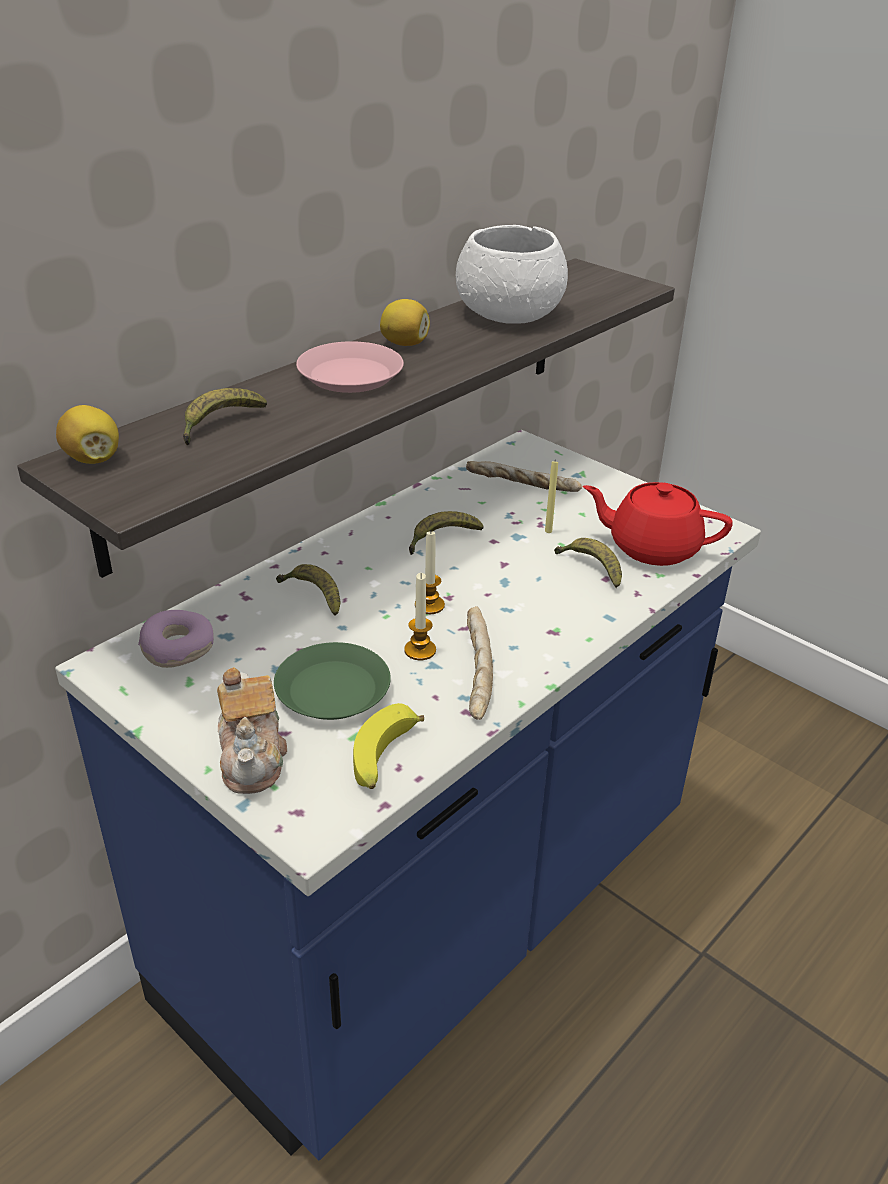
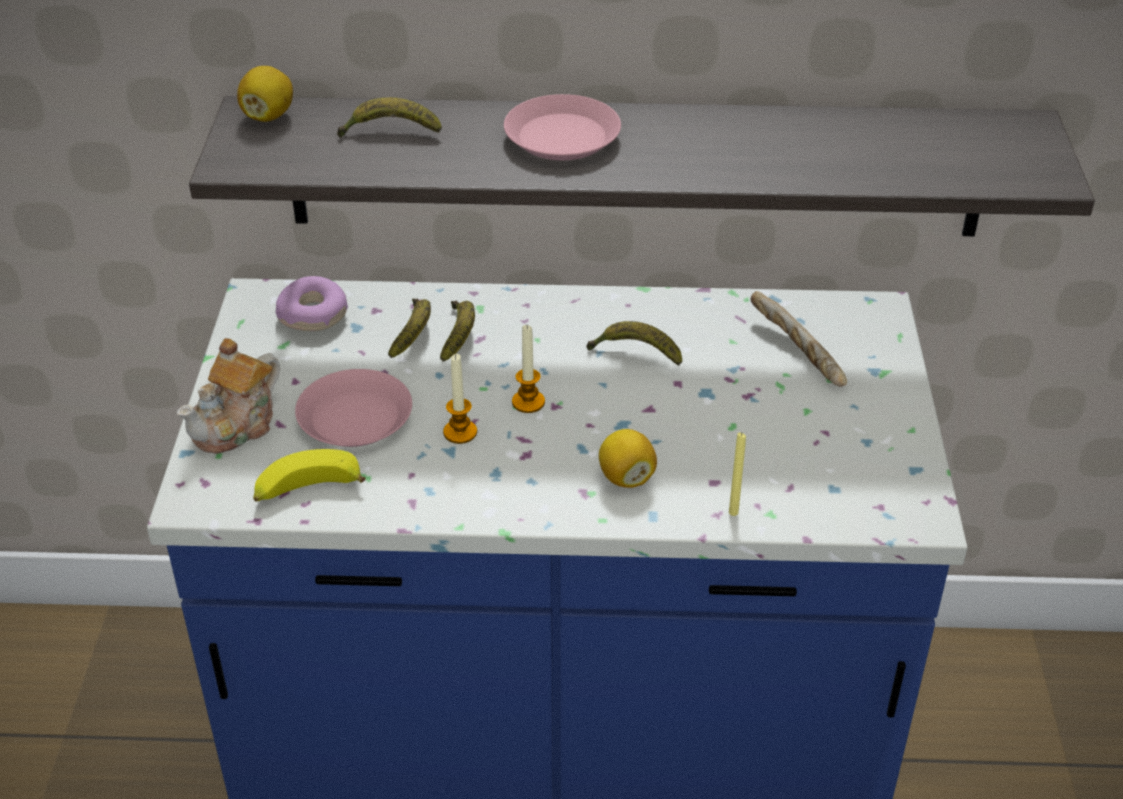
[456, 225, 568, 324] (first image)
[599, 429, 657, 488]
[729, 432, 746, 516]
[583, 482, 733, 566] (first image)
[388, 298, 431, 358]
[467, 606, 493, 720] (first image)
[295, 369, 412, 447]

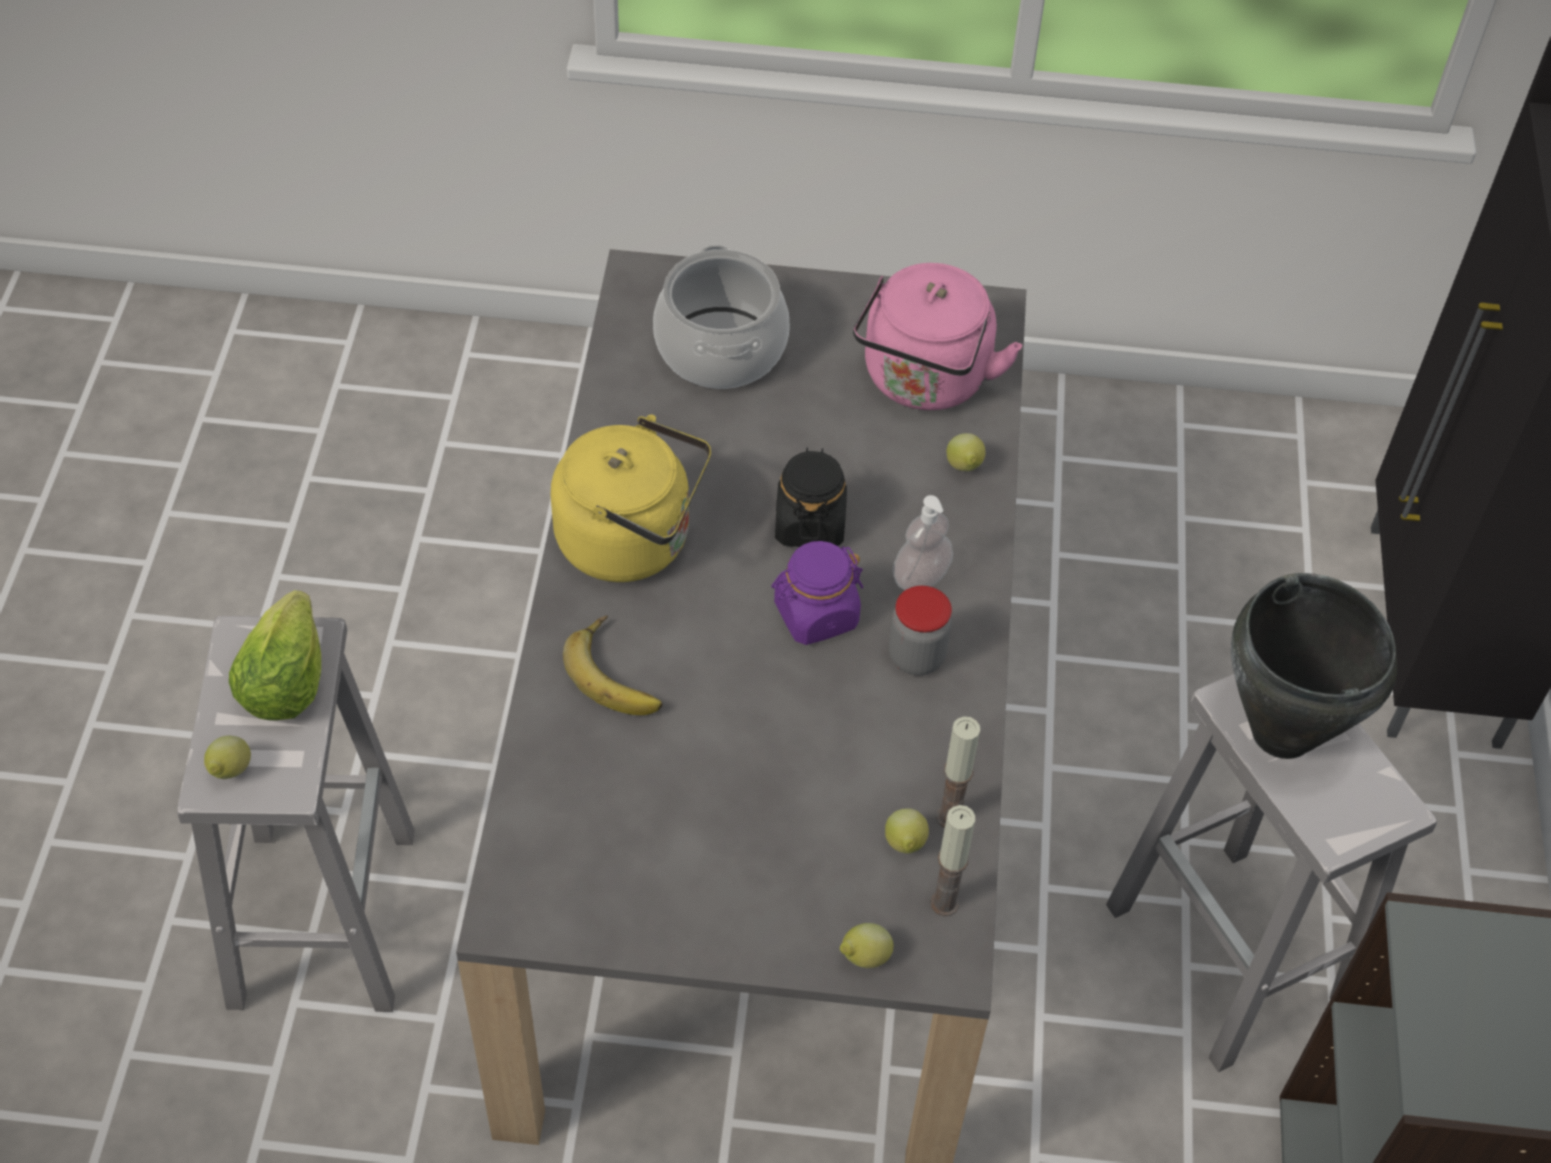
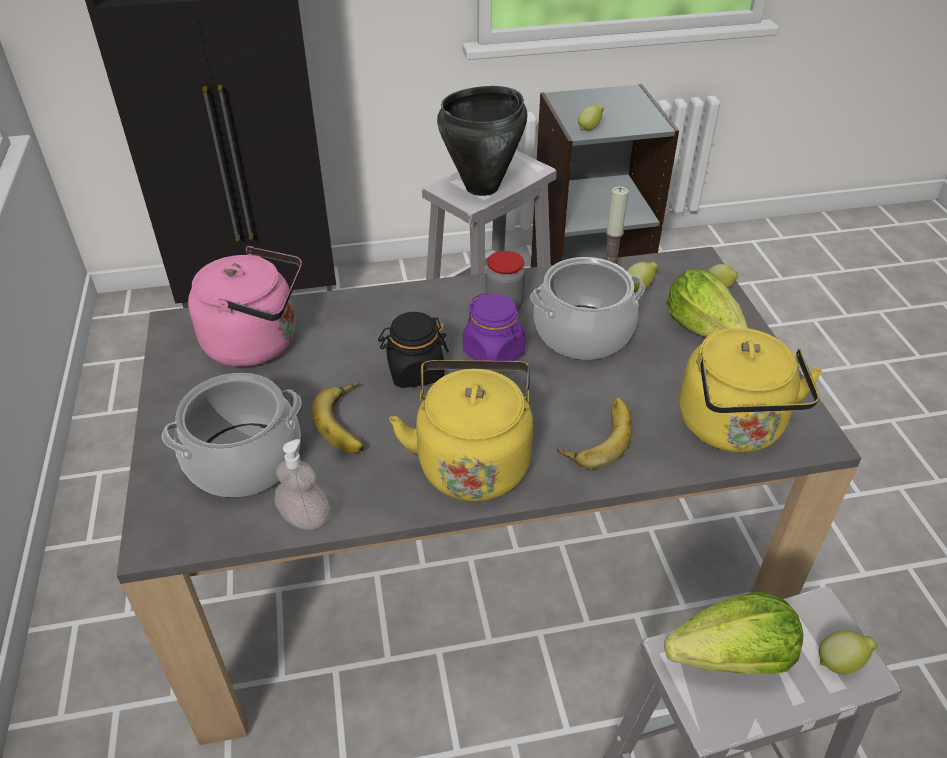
[578, 105, 604, 131]
[275, 439, 330, 530]
[930, 805, 975, 916] (first image)
[530, 257, 645, 360]
[667, 269, 748, 337]
[679, 328, 823, 453]
[311, 383, 364, 453]

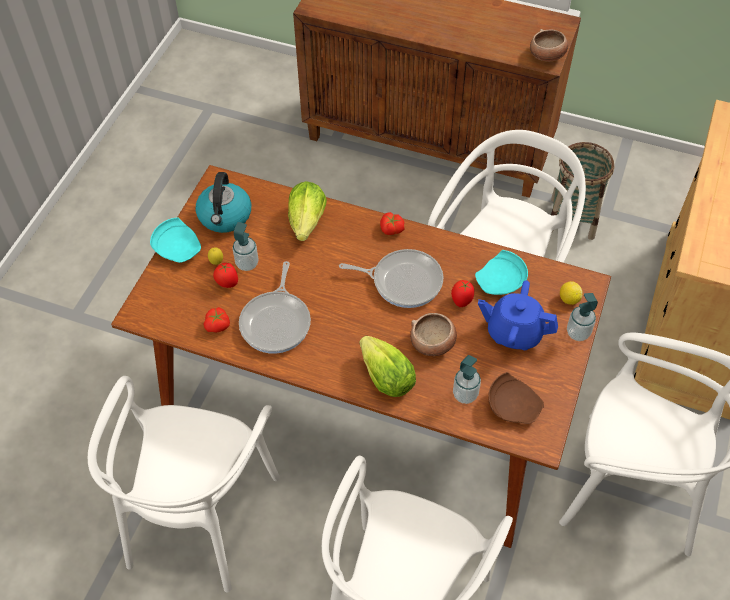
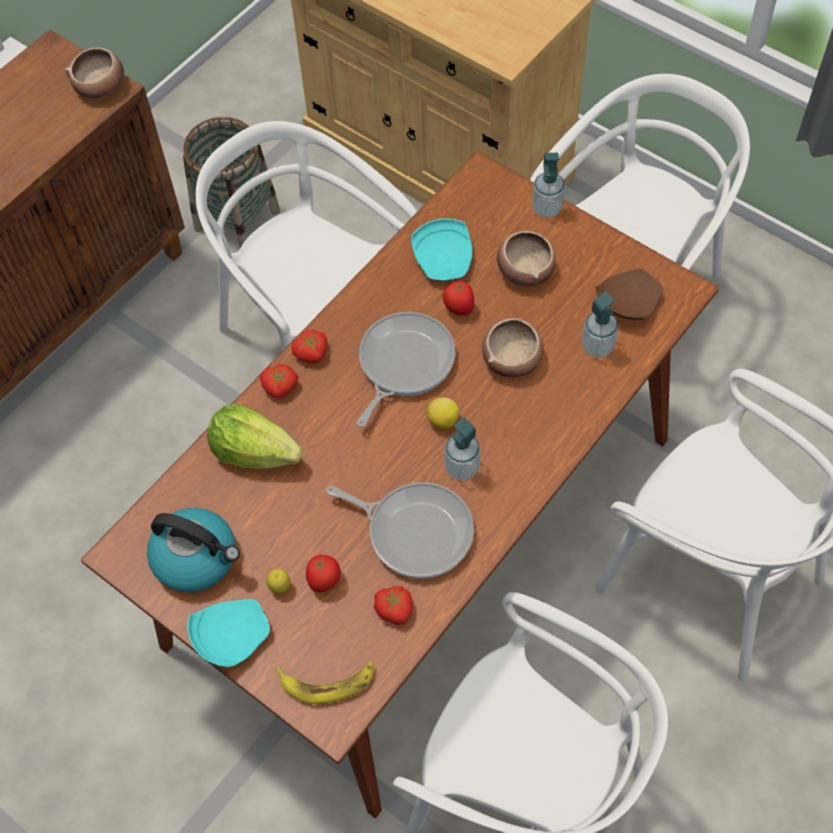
[445, 417, 480, 480]
[497, 231, 556, 287]
[427, 398, 459, 429]
[360, 336, 416, 397] (first image)
[260, 364, 299, 398]
[276, 662, 374, 704]

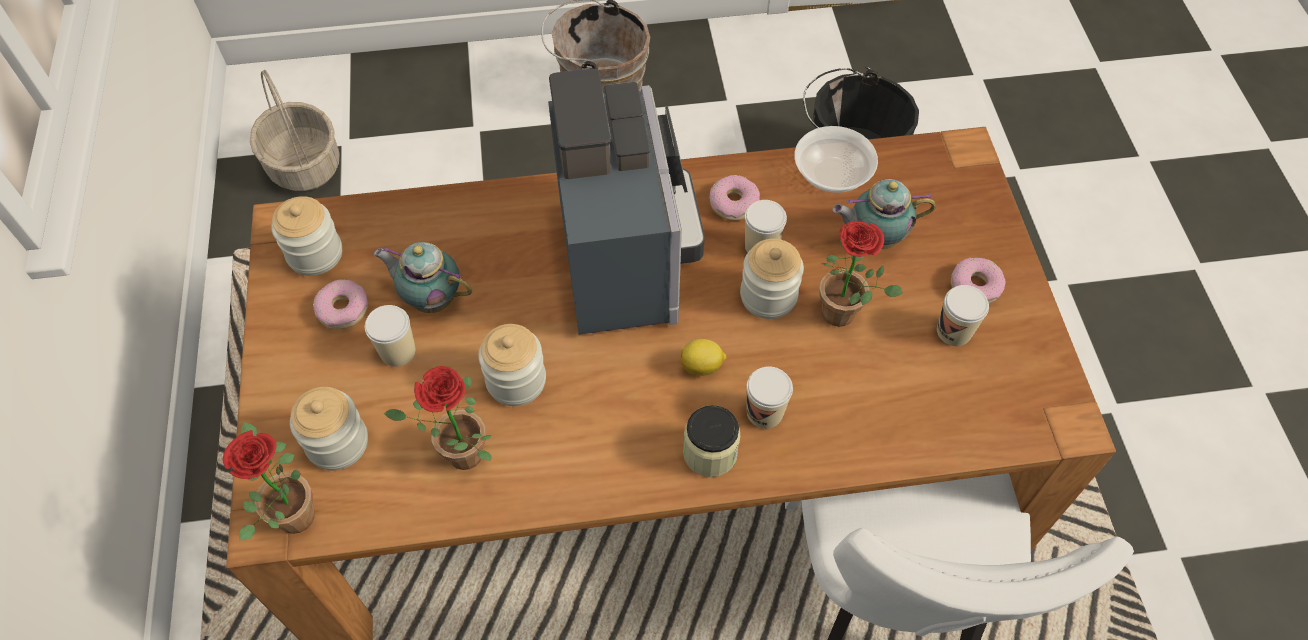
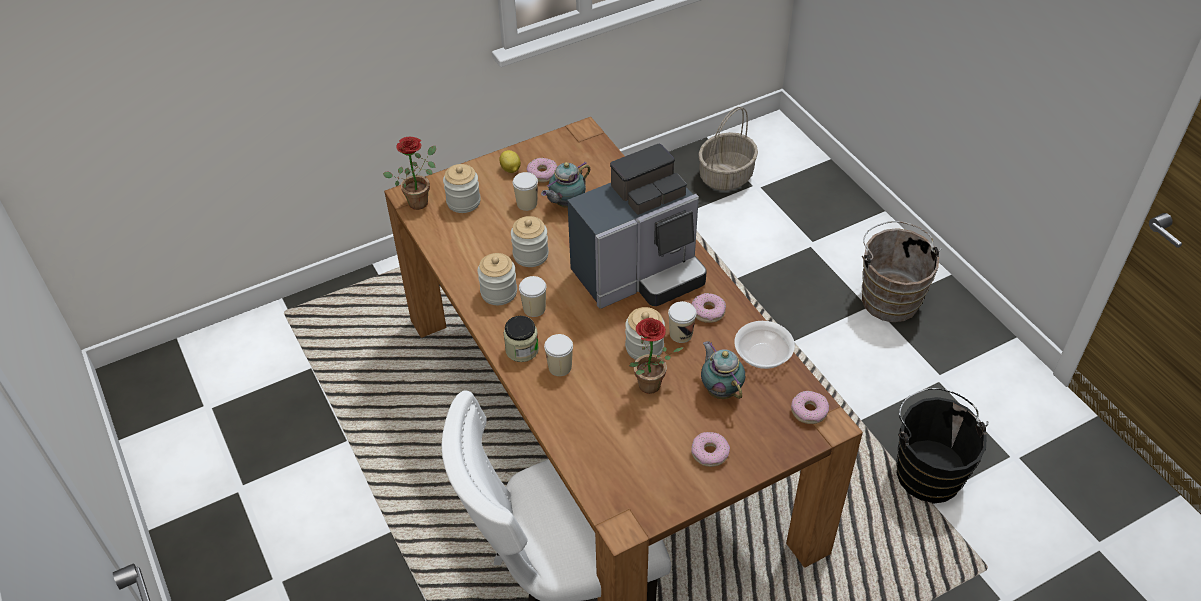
[478, 253, 517, 305]
[541, 162, 590, 208]
[519, 276, 546, 317]
[499, 150, 521, 173]
[384, 366, 492, 470] (first image)
[791, 391, 829, 424]

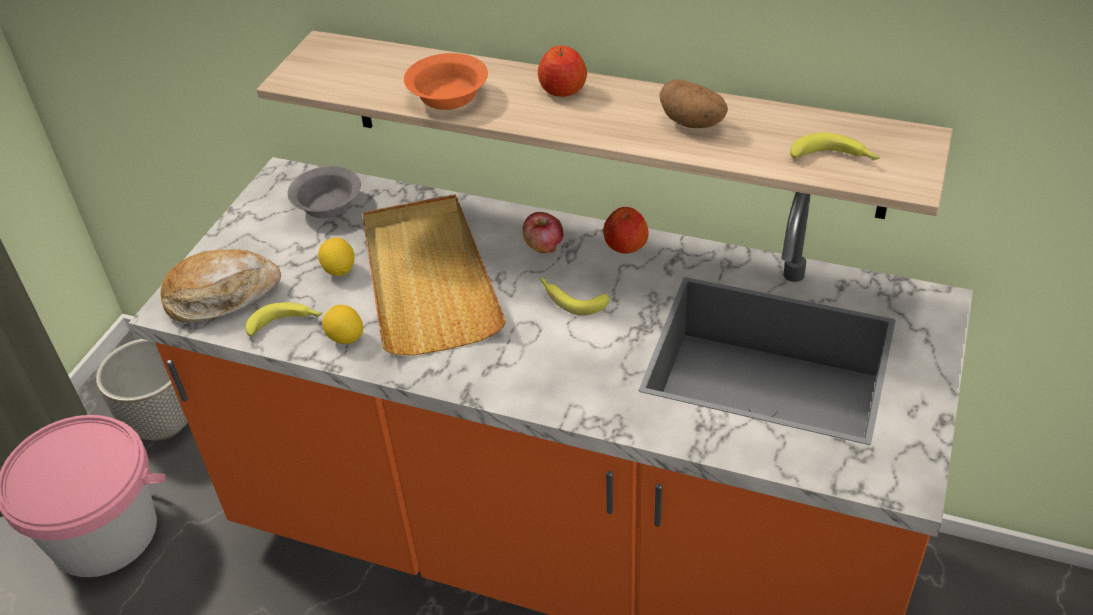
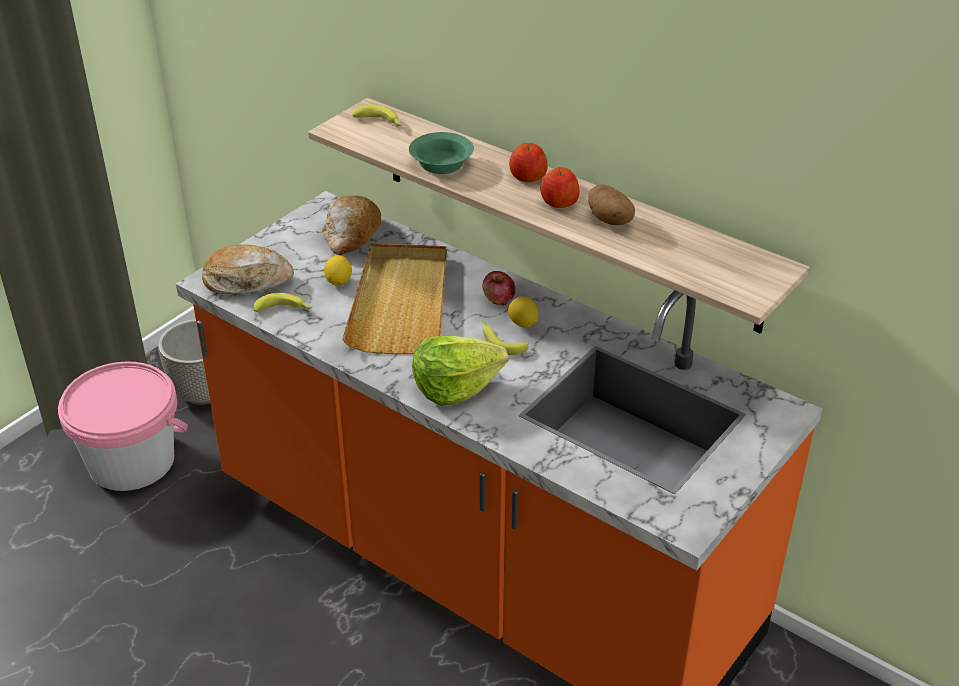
[409, 132, 474, 174]
[352, 105, 401, 127]
[322, 196, 381, 255]
[540, 167, 579, 208]
[508, 296, 538, 327]
[412, 336, 508, 406]

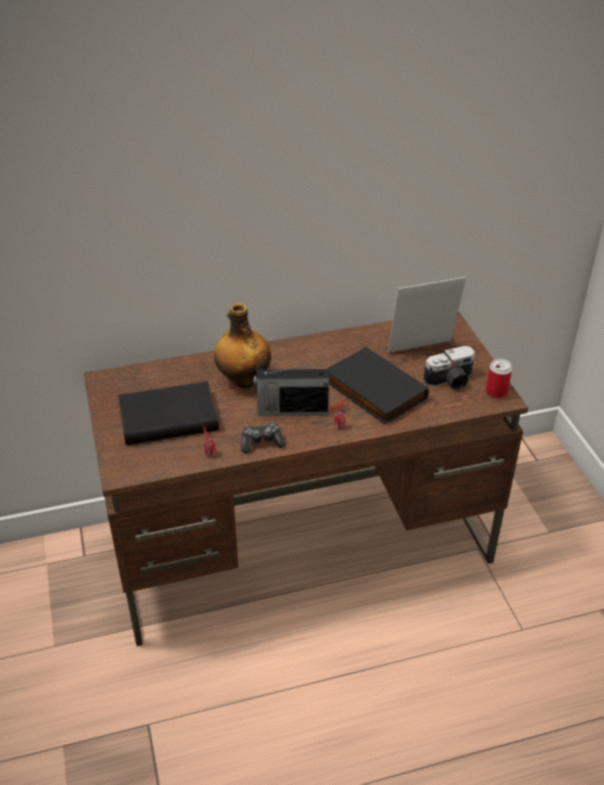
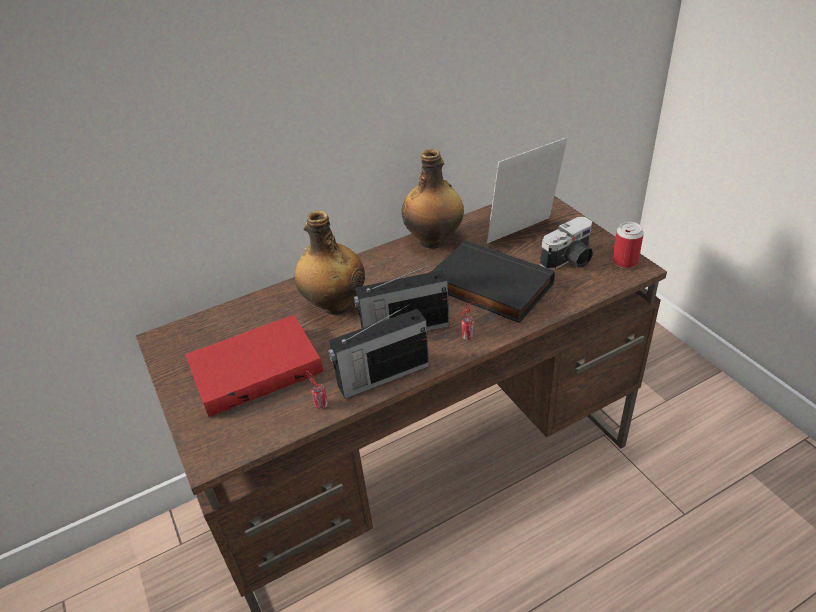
[185, 315, 323, 417]
[328, 305, 429, 399]
[401, 149, 464, 249]

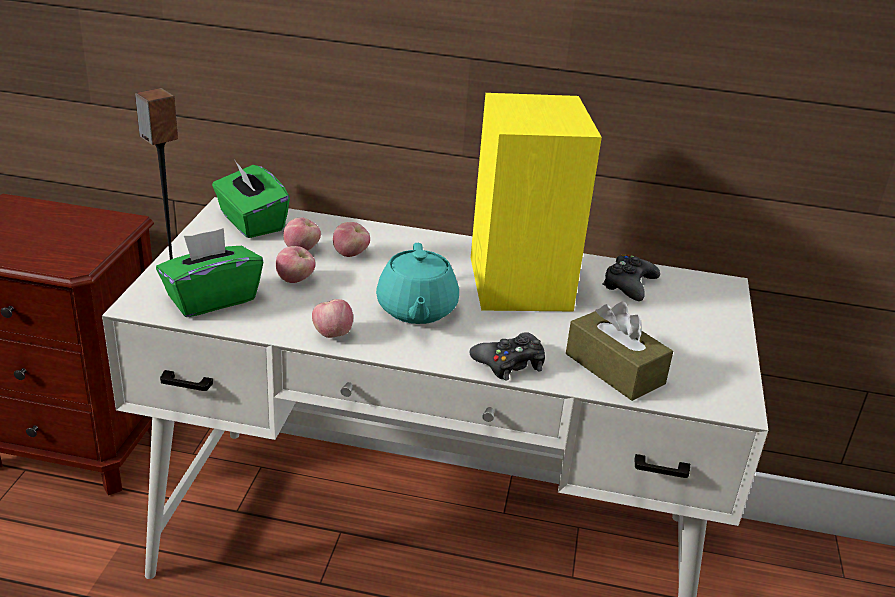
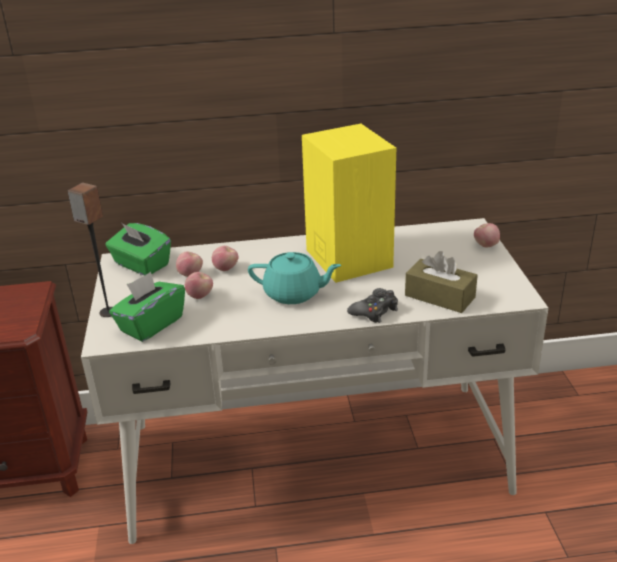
[248, 252, 341, 304]
[602, 254, 660, 301] (first image)
[474, 223, 500, 248]

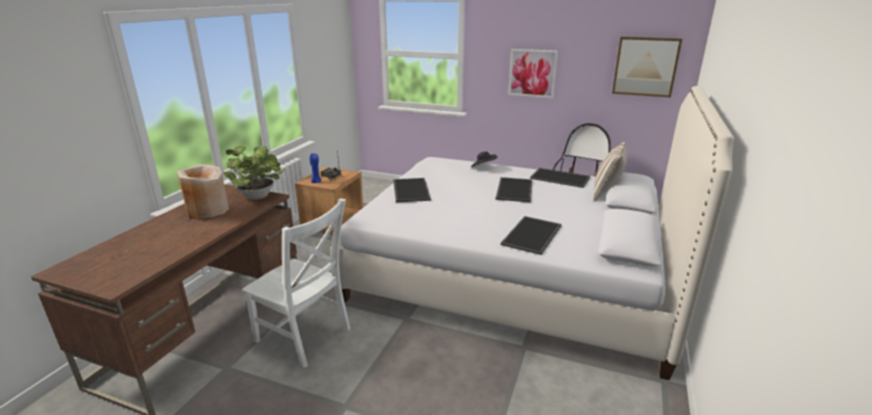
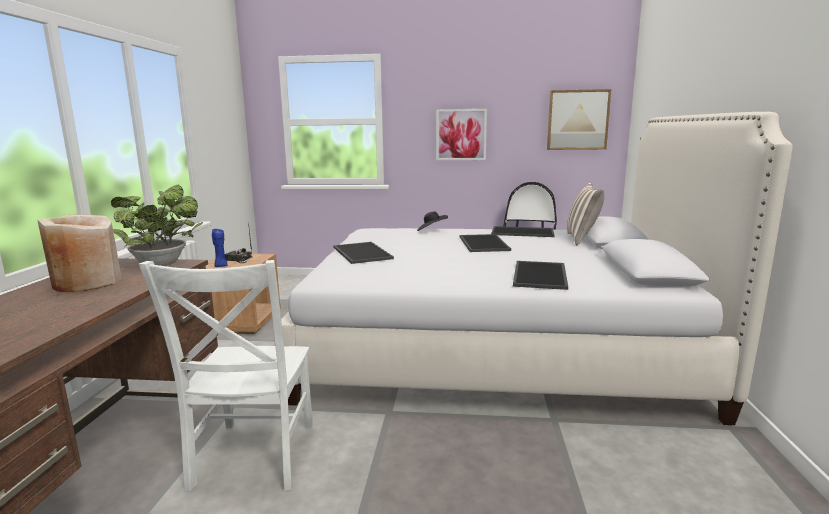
[139, 260, 313, 491]

